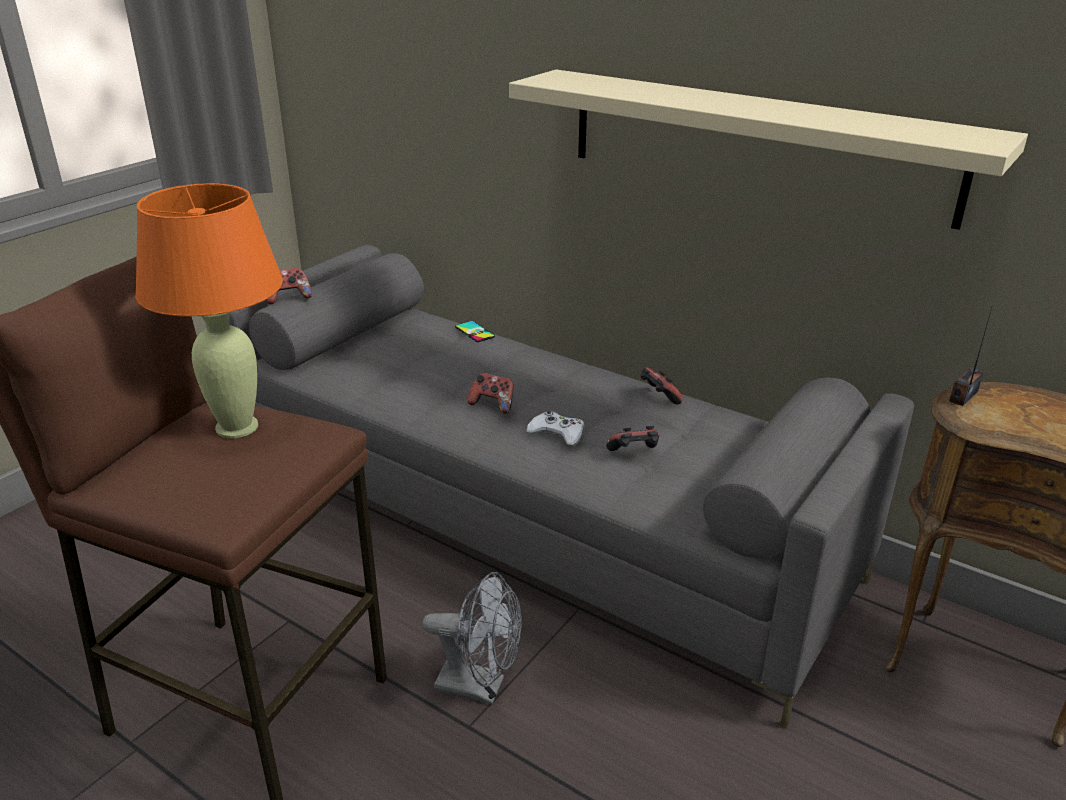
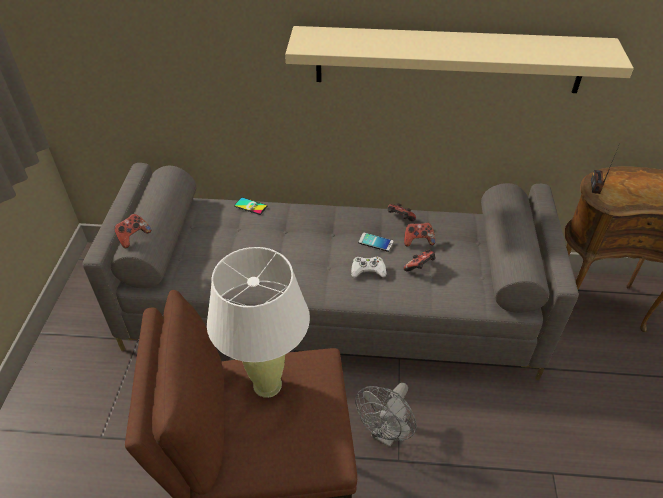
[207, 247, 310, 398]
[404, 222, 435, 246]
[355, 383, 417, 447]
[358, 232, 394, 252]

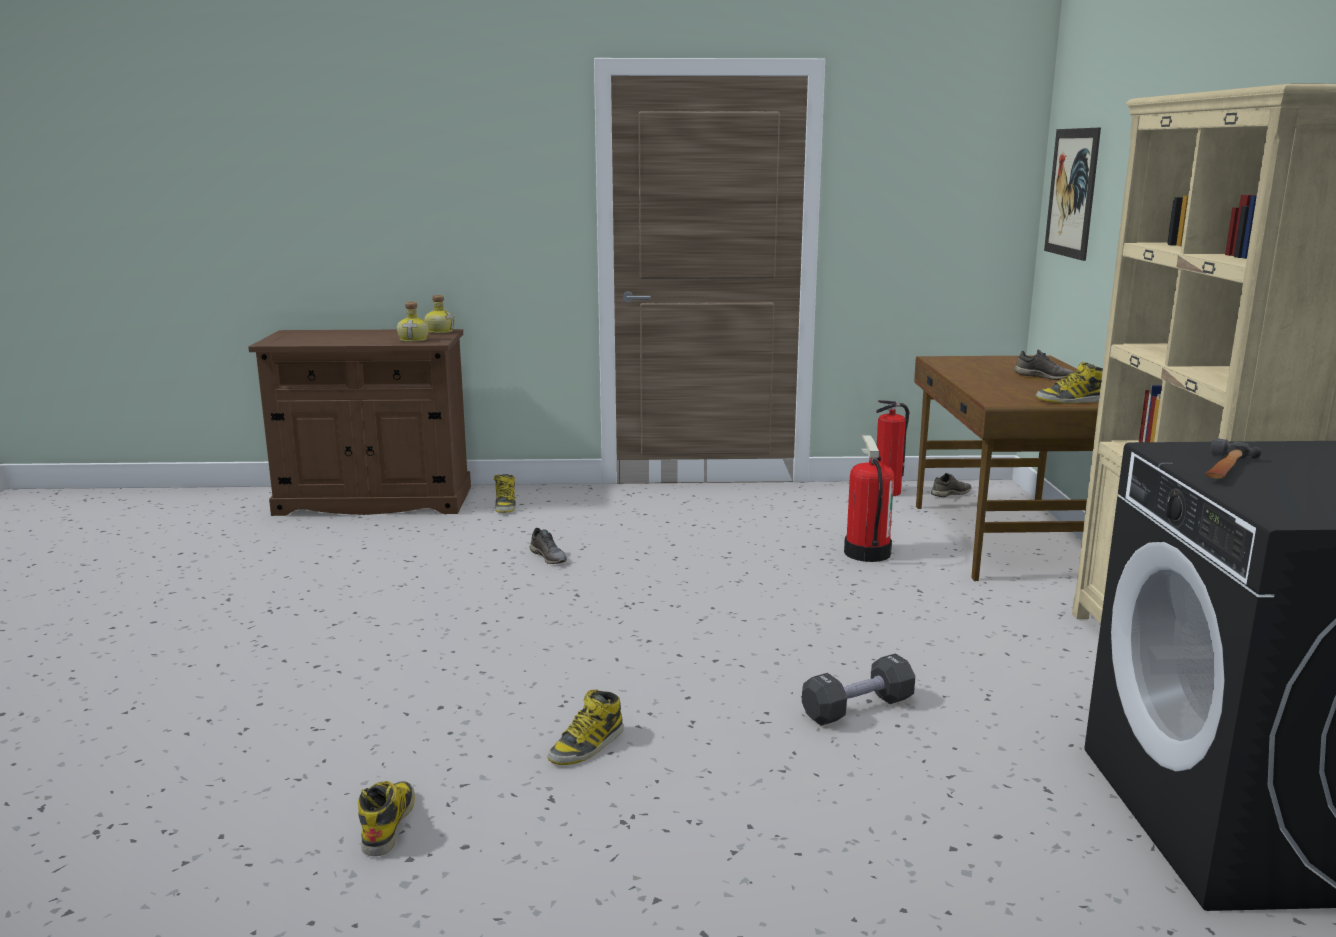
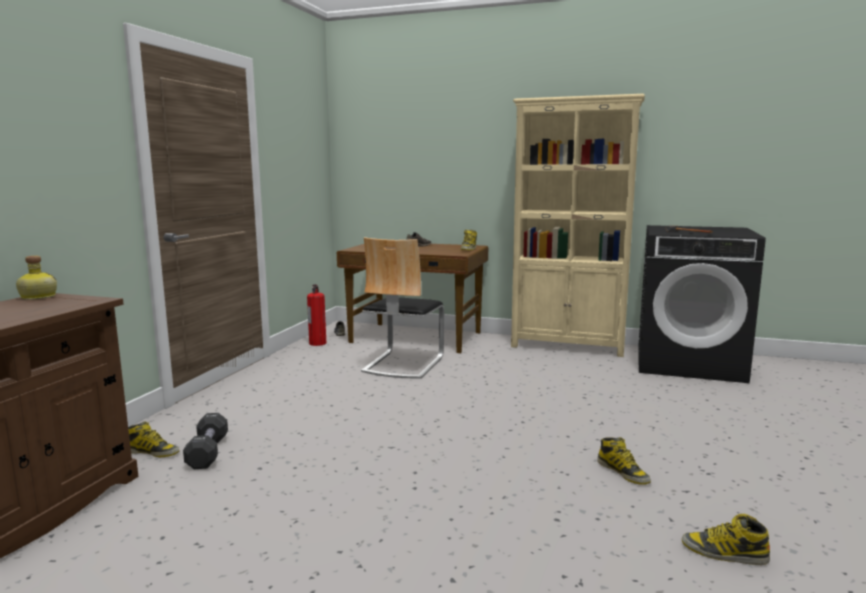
[1044, 128, 1101, 261] (first image)
[397, 302, 429, 342] (first image)
[361, 237, 444, 379]
[529, 528, 567, 564] (first image)
[183, 413, 228, 469]

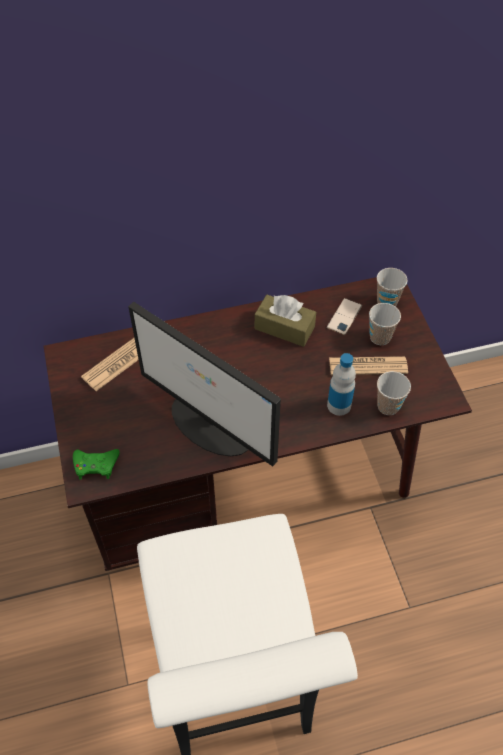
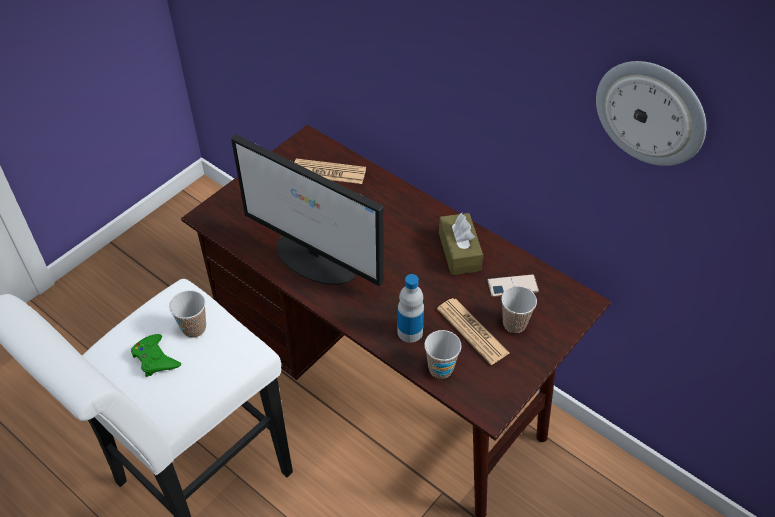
[169, 290, 206, 338]
[231, 135, 384, 286]
[131, 334, 181, 377]
[596, 61, 706, 166]

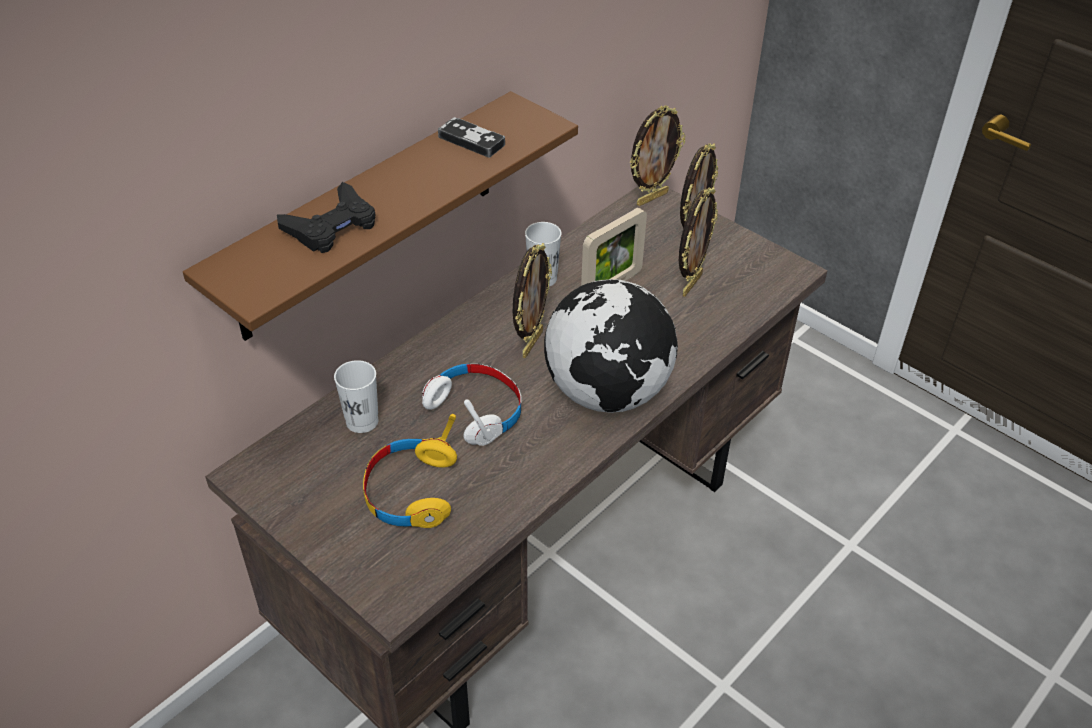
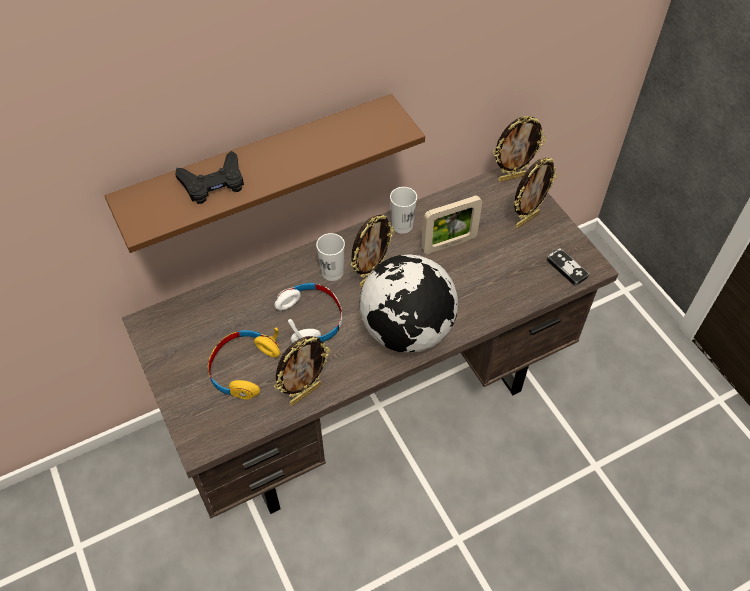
[546, 248, 589, 286]
[274, 336, 331, 405]
[316, 233, 345, 281]

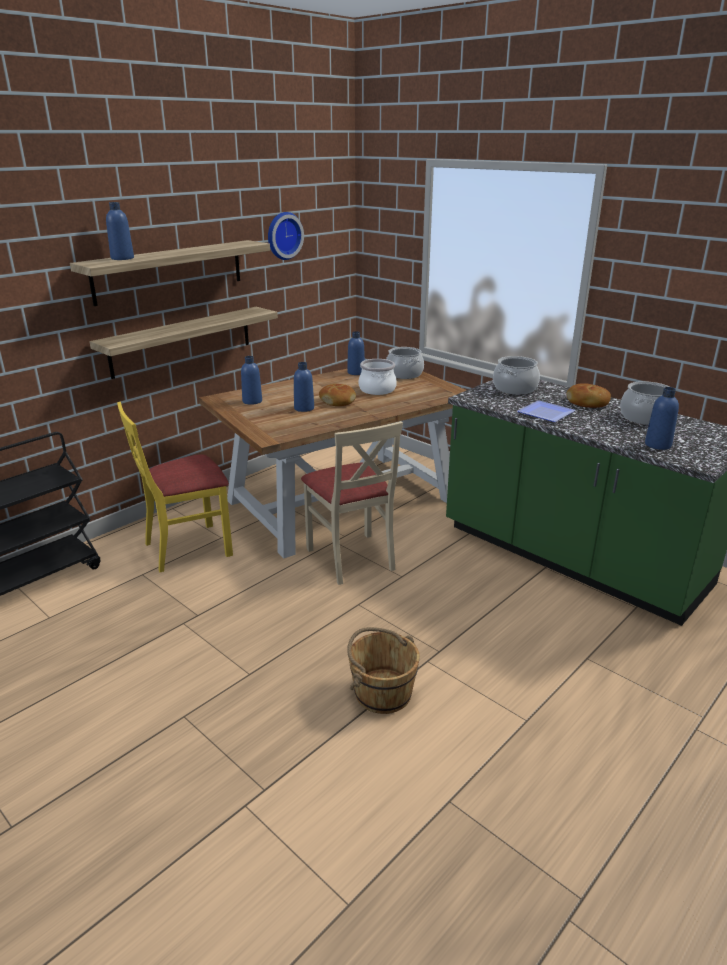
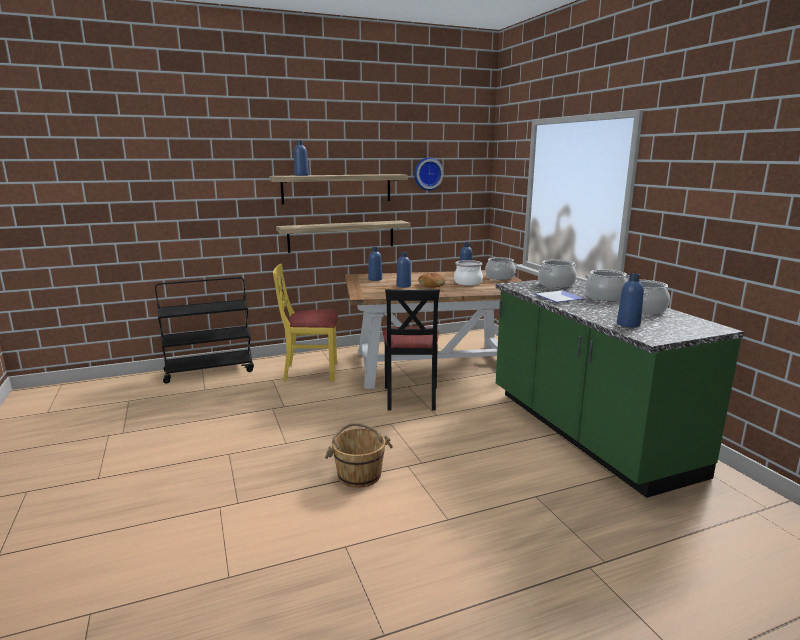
[584, 270, 630, 301]
[382, 289, 440, 411]

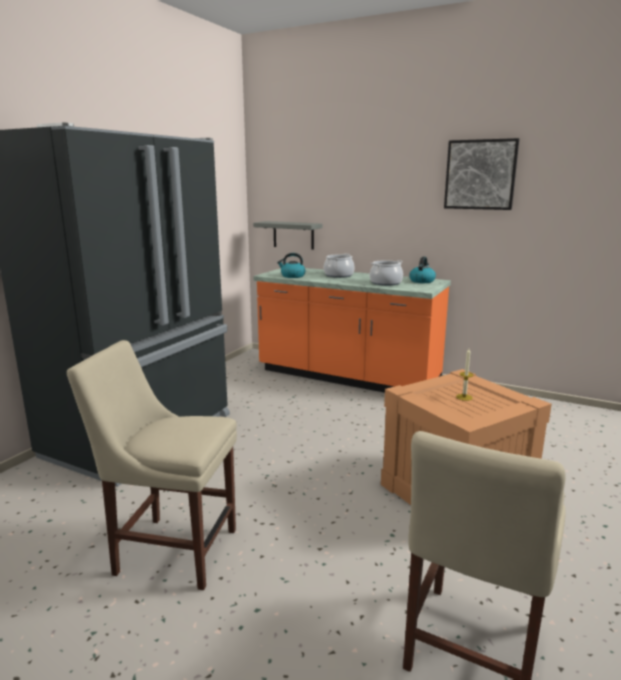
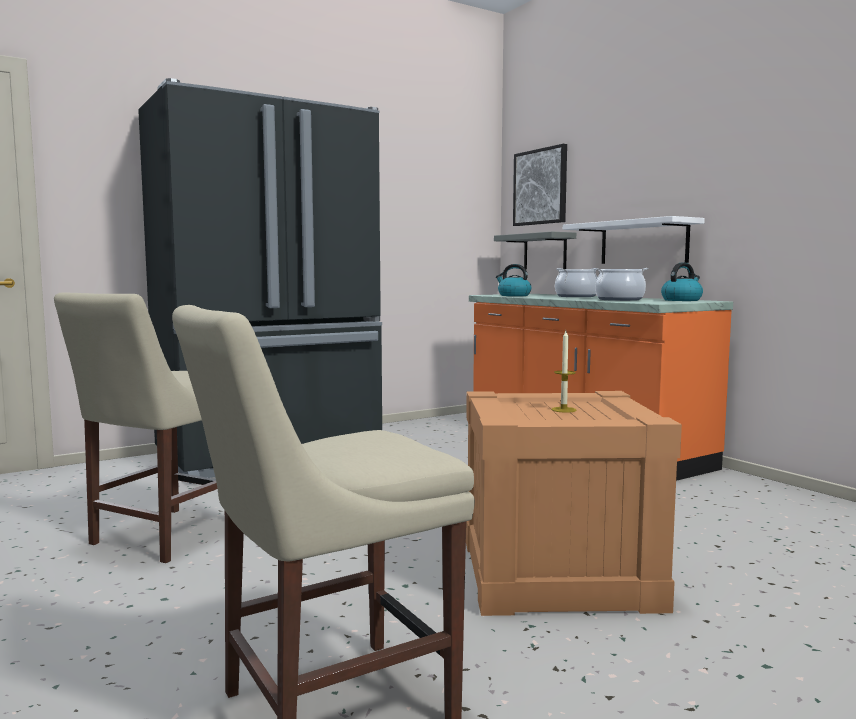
[513, 144, 567, 226]
[54, 292, 217, 563]
[563, 216, 705, 264]

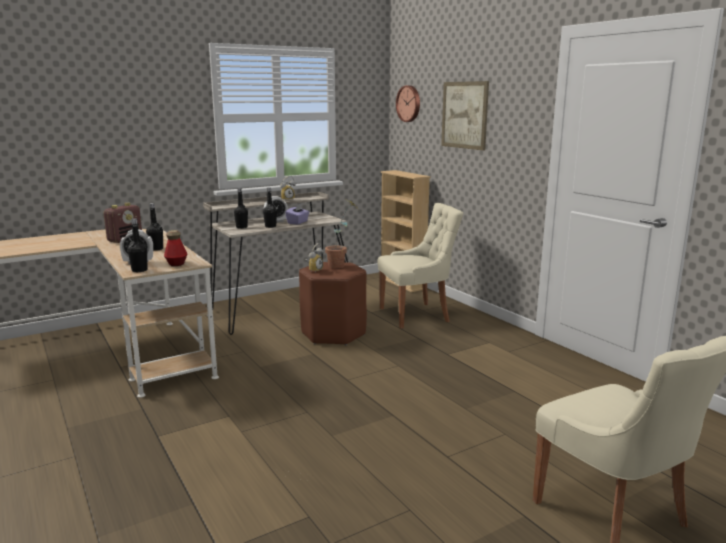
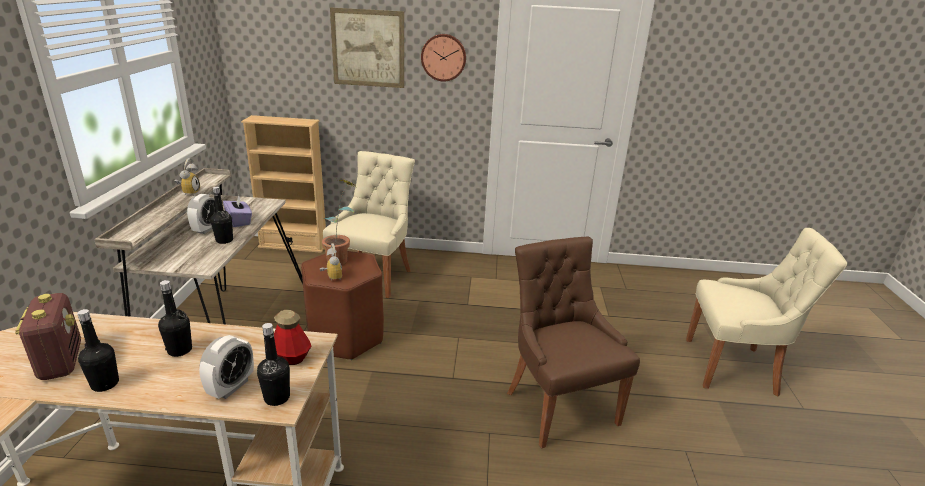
[421, 34, 466, 81]
[77, 309, 119, 392]
[507, 237, 640, 448]

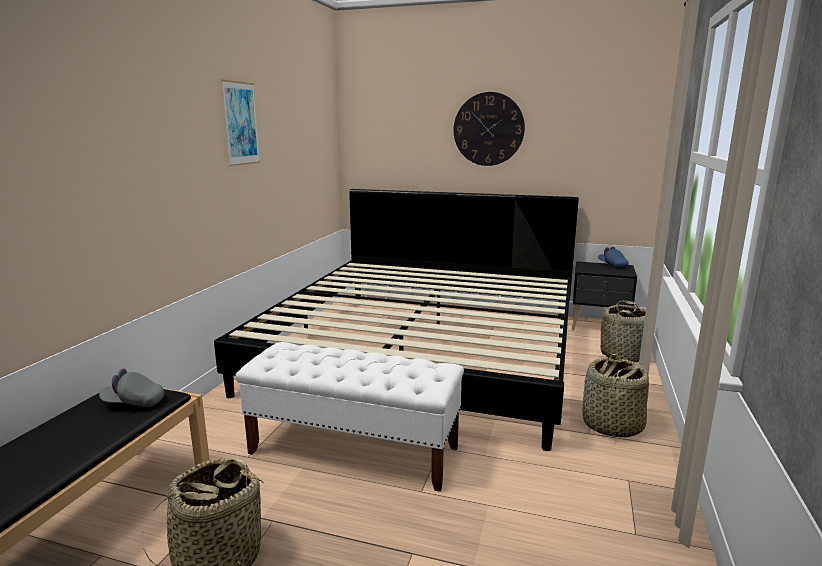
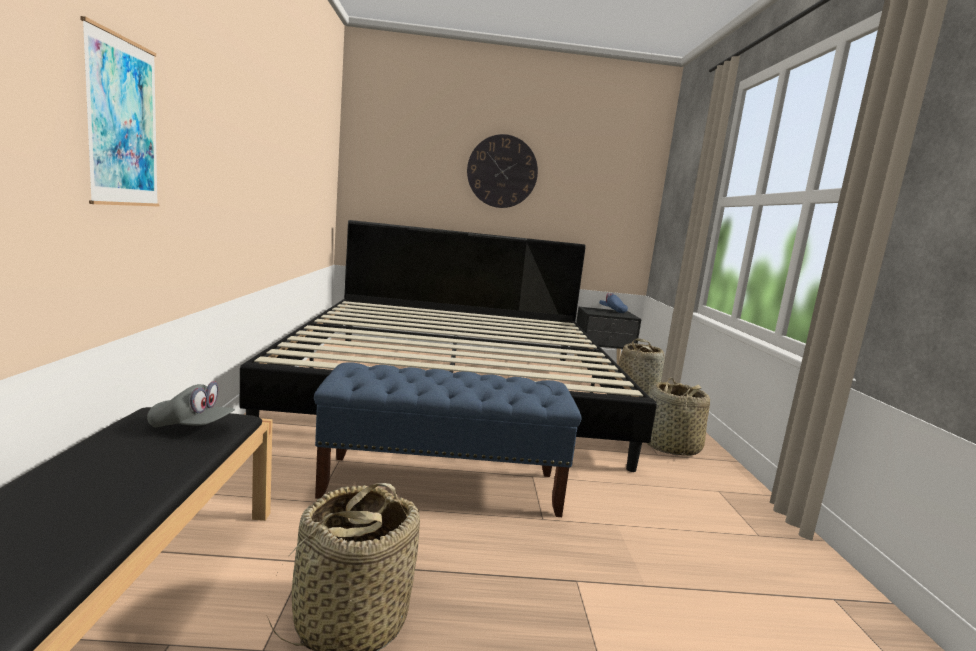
[80, 16, 159, 206]
[314, 362, 581, 517]
[147, 381, 235, 428]

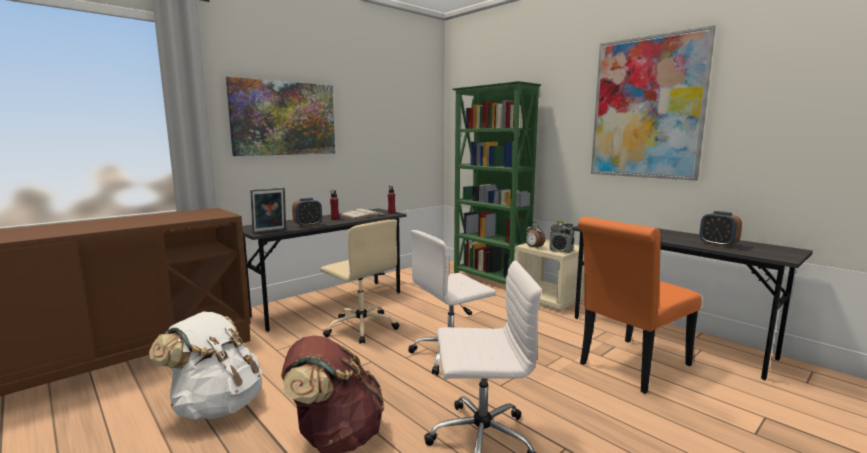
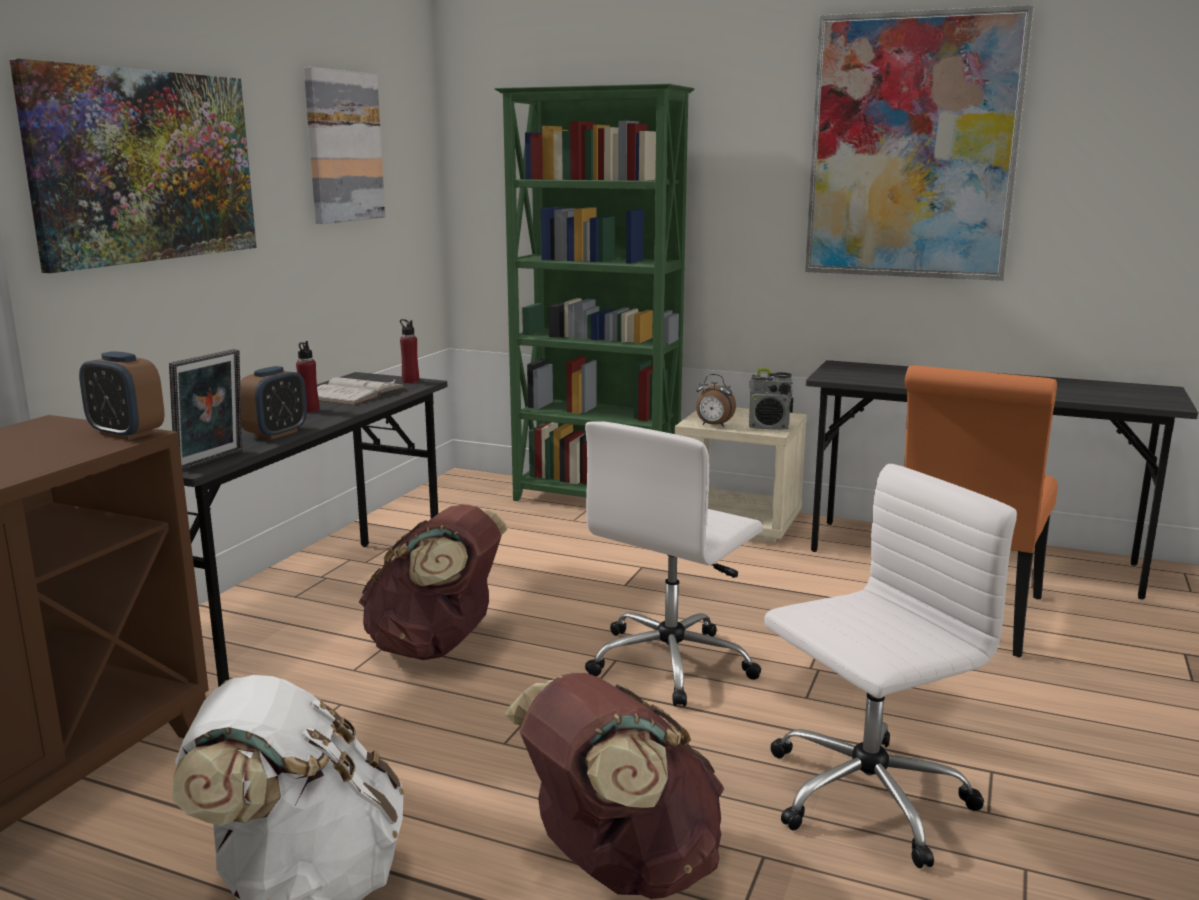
[79, 351, 165, 440]
[359, 504, 507, 660]
[304, 67, 385, 224]

